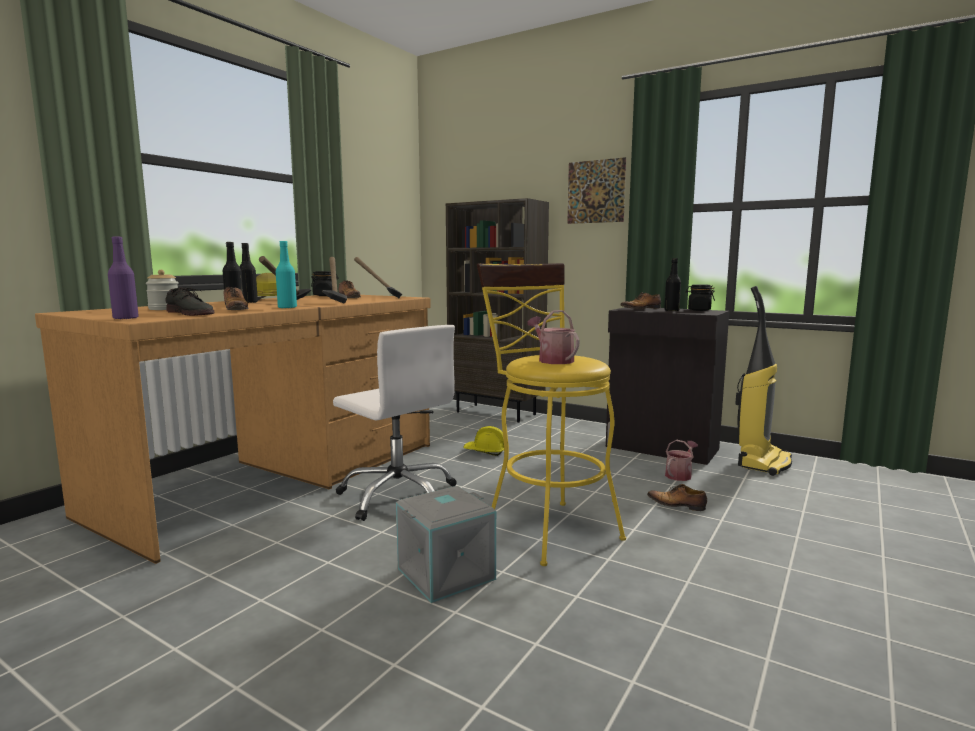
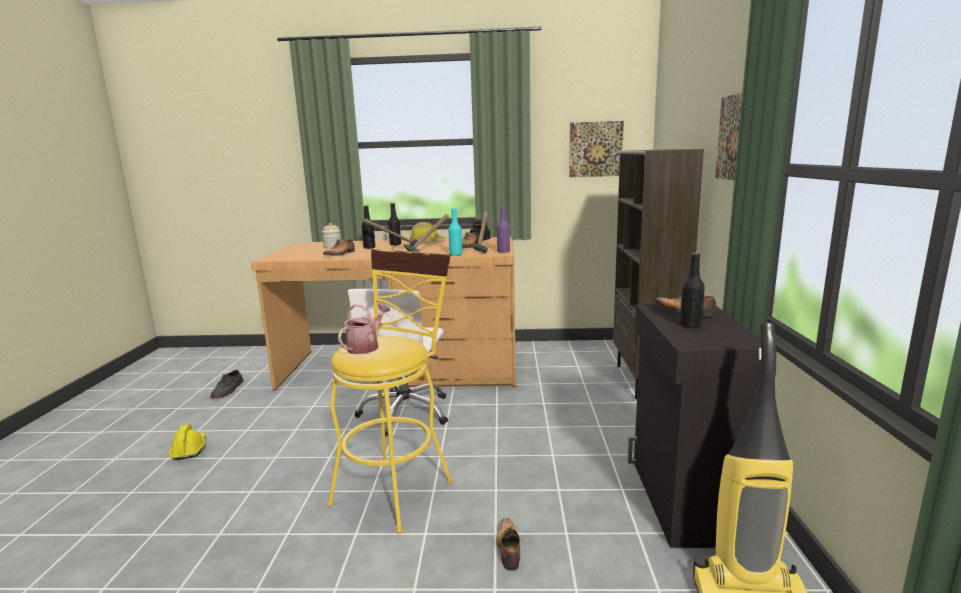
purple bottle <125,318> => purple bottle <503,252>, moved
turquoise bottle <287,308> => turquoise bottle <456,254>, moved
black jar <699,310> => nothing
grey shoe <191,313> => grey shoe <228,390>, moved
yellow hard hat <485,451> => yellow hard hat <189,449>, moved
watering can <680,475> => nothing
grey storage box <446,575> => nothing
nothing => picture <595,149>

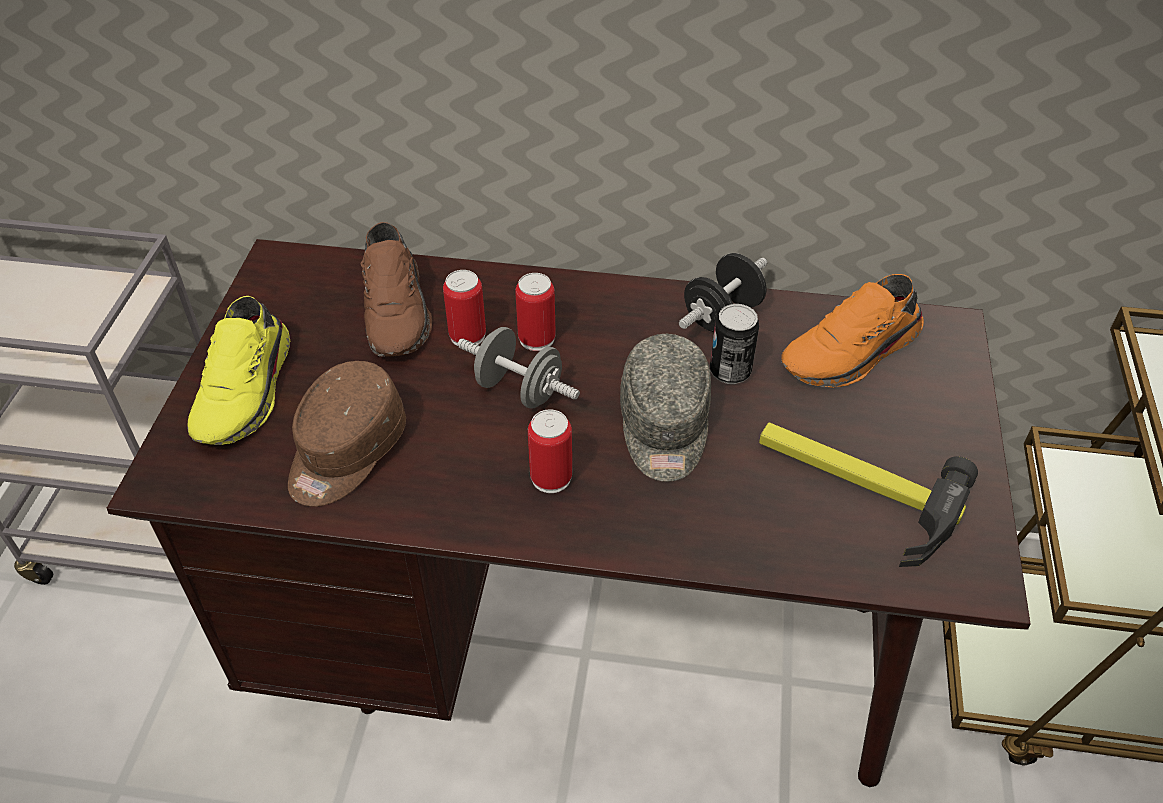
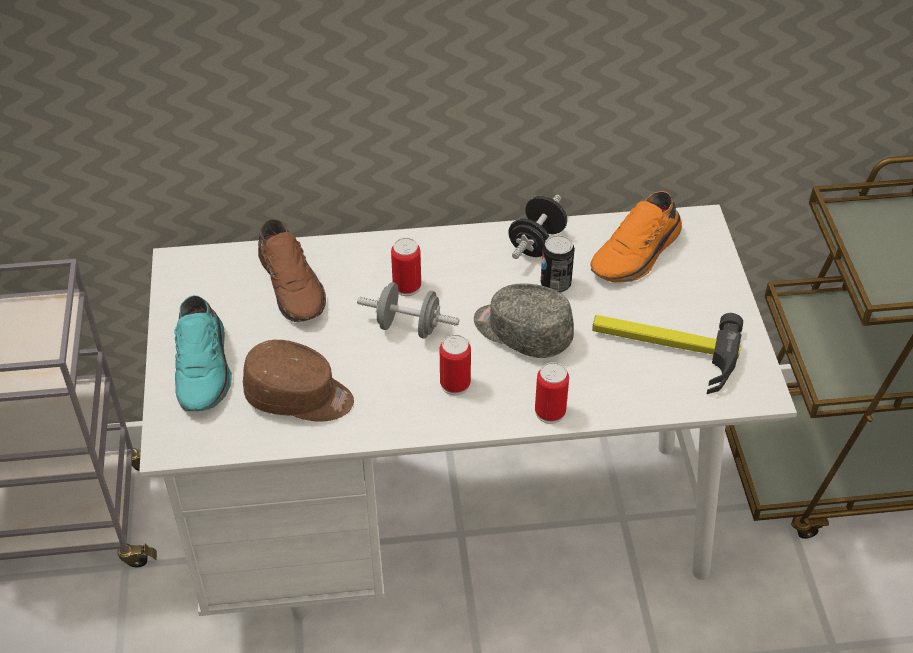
brown desk <582,647> => white desk <456,529>
can <467,335> => can <550,412>, moved
yellow shoe <248,391> => turquoise shoe <205,368>
grey cap <664,426> => grey cap <522,332>, 135 degrees clockwise
brown cap <345,452> => brown cap <299,397>, 90 degrees counterclockwise

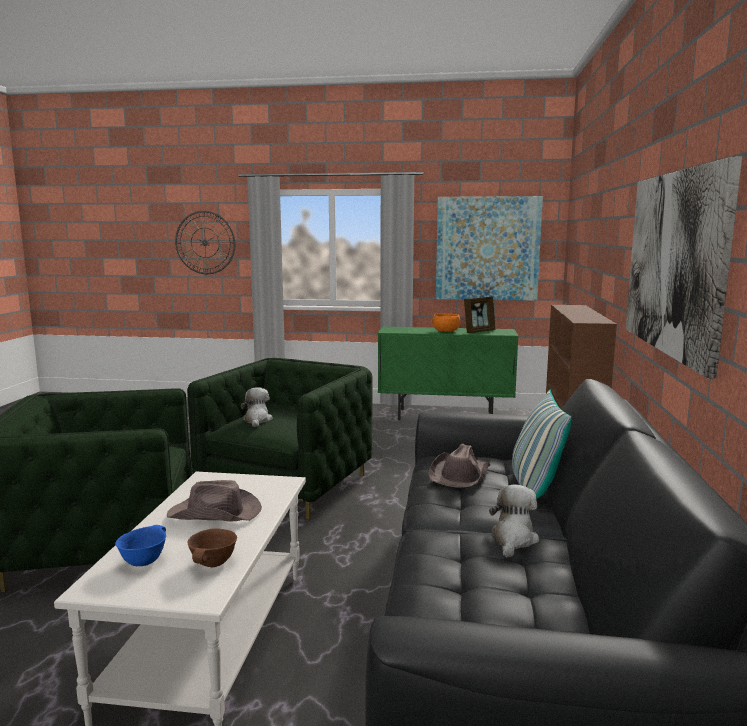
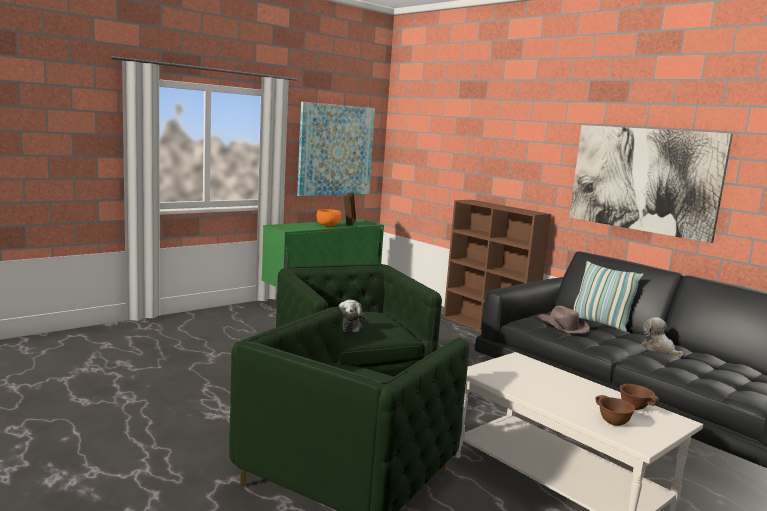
wall clock <205,242> => nothing
plush toy <257,420> => plush toy <348,326>, 135 degrees counterclockwise
brown hat <216,513> => nothing
blue bowl <143,561> => brown bowl <612,422>

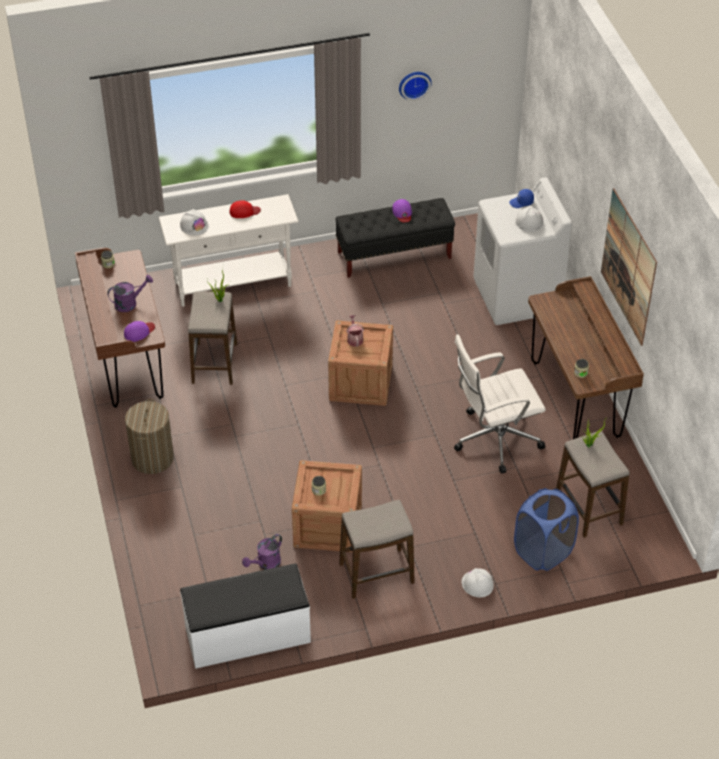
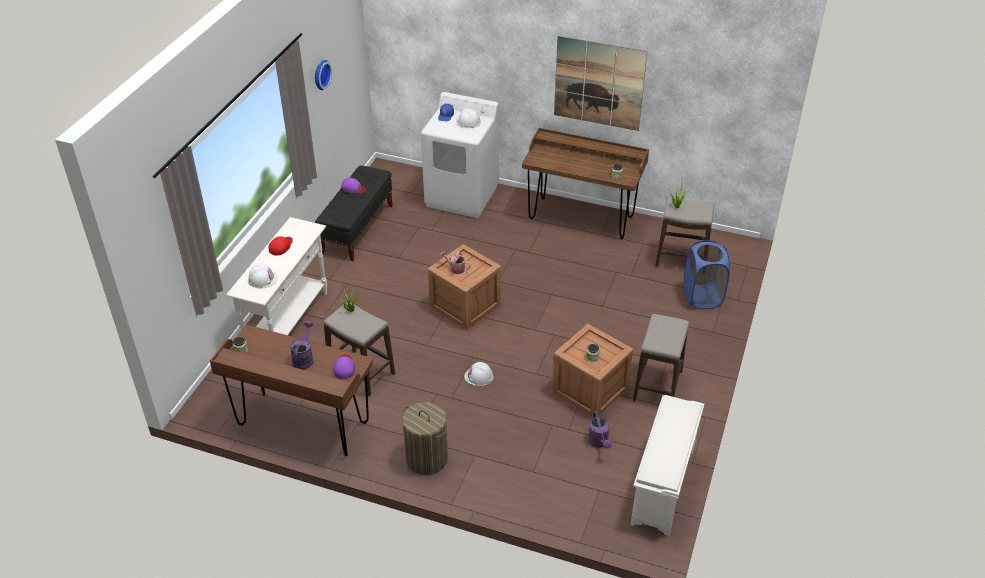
white office chair <494,439> => nothing
white bench <248,635> => white shoe rack <663,487>
white hard hat <477,584> => white hard hat <478,376>, moved

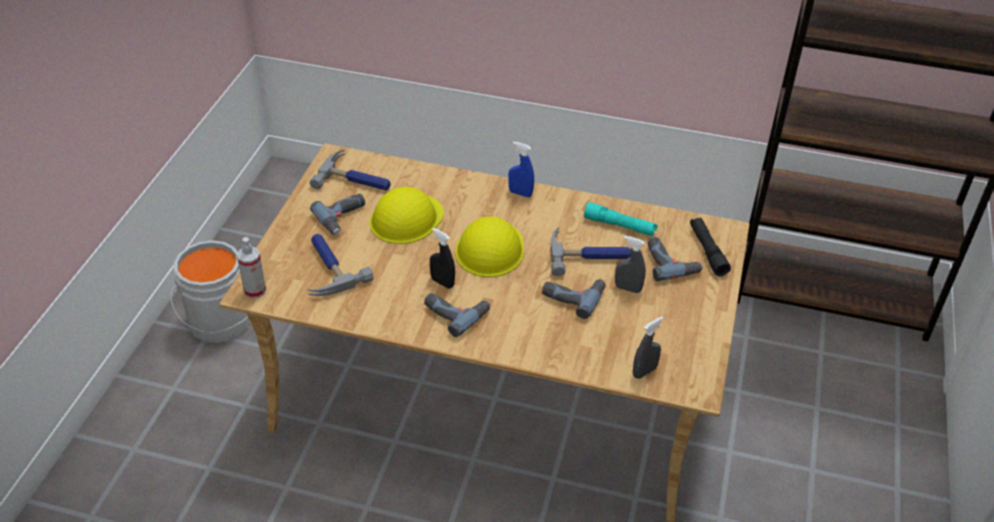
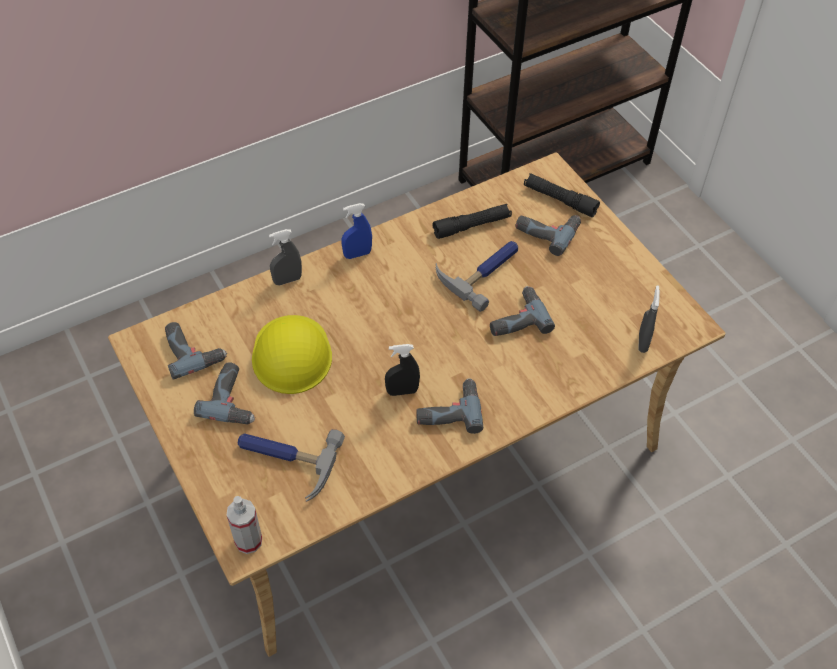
hammer <356,179> => power drill <193,350>
turquoise flashlight <619,226> => black flashlight <472,226>
yellow hard hat <490,249> => nothing
grey spray bottle <628,288> => grey spray bottle <287,280>, moved
grey bucket <221,323> => nothing

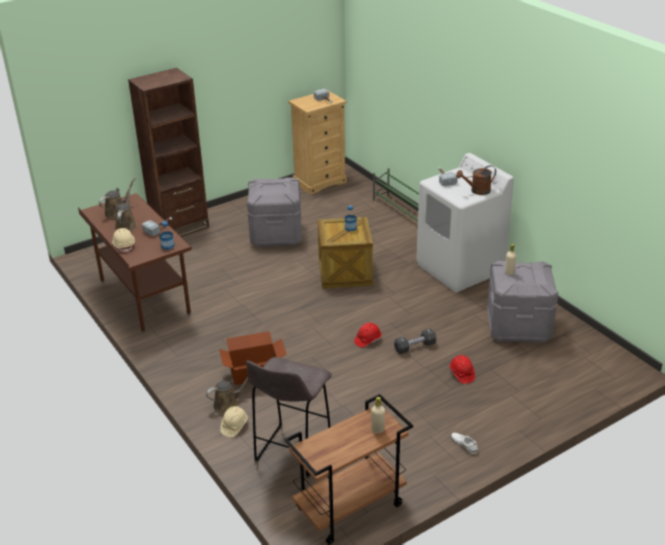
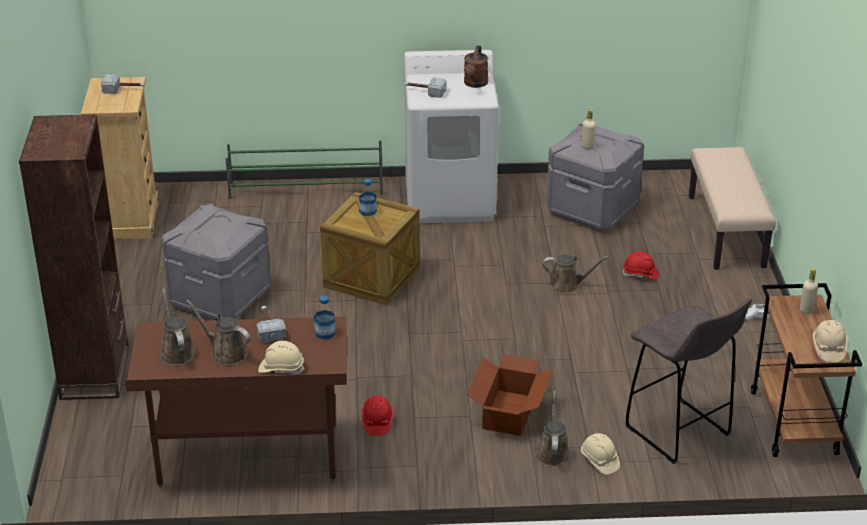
red hard hat <367,340> => red hard hat <377,422>, moved
black dumbbell <415,347> => brown watering can <567,285>
nothing => beige bench <727,232>
nothing => beige hard hat <828,348>

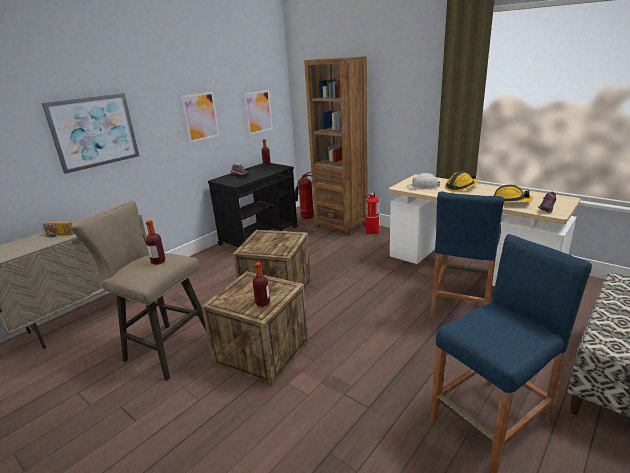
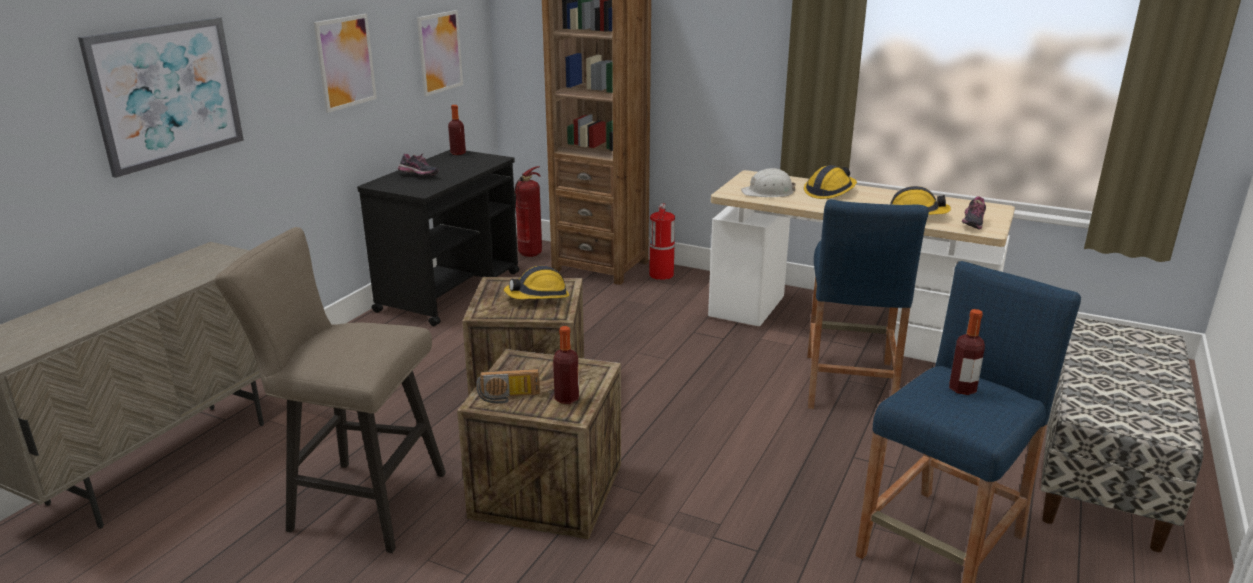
bottle <158,262> => bottle <962,389>, moved
radio <58,235> => radio <508,397>, moved
nothing => hard hat <538,297>

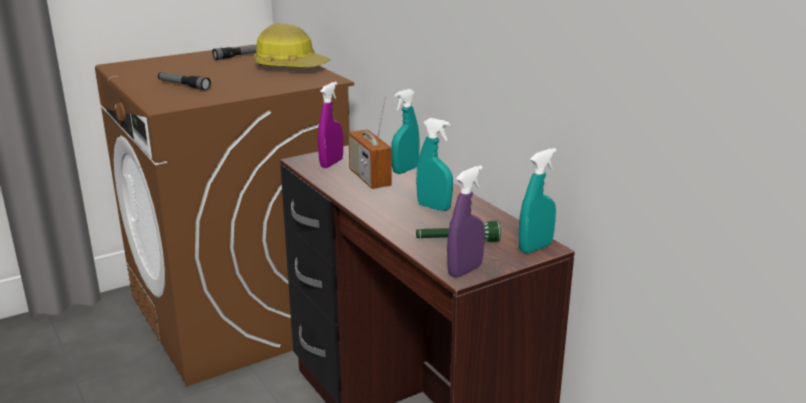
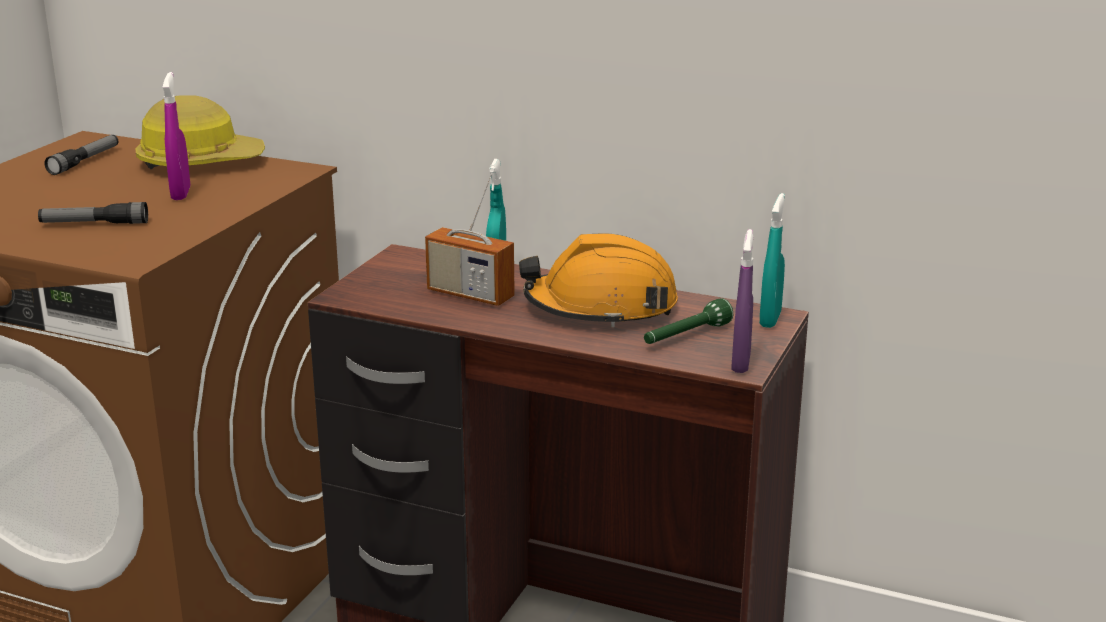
purple spray bottle <331,163> => purple spray bottle <181,194>, moved
turquoise spray bottle <434,207> => orange hard hat <601,307>

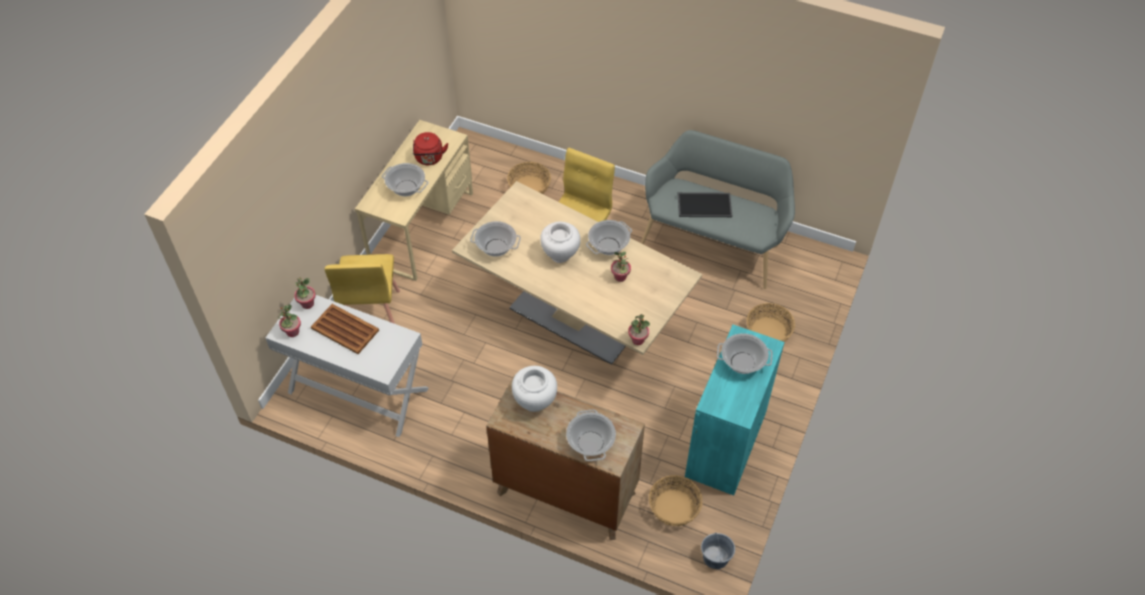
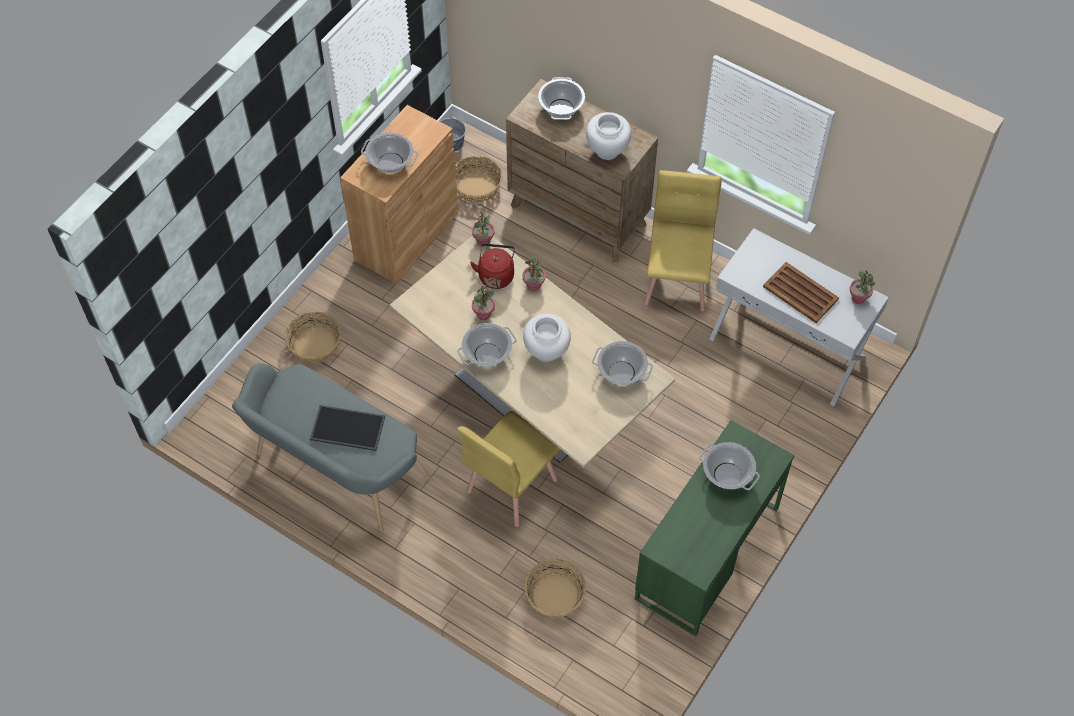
beige desk <422,227> => green desk <706,553>
red kettle <429,159> => red kettle <496,275>, moved
yellow chair <371,312> => yellow chair <677,281>, moved
potted plant <307,304> => potted plant <534,285>, moved
turquoise cabinet <726,444> => brown cabinet <406,236>

